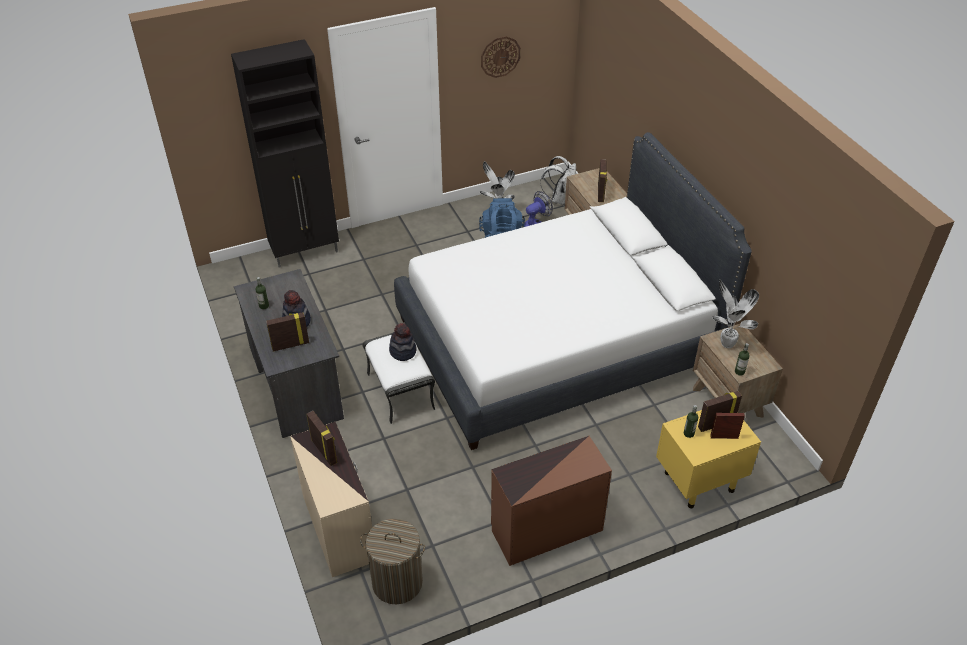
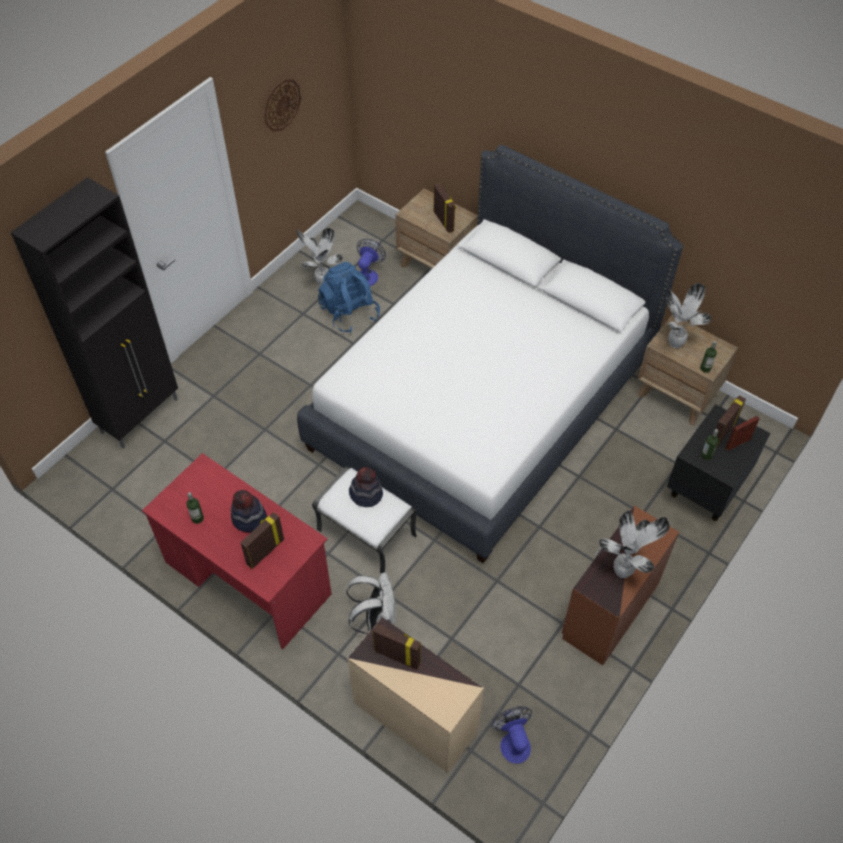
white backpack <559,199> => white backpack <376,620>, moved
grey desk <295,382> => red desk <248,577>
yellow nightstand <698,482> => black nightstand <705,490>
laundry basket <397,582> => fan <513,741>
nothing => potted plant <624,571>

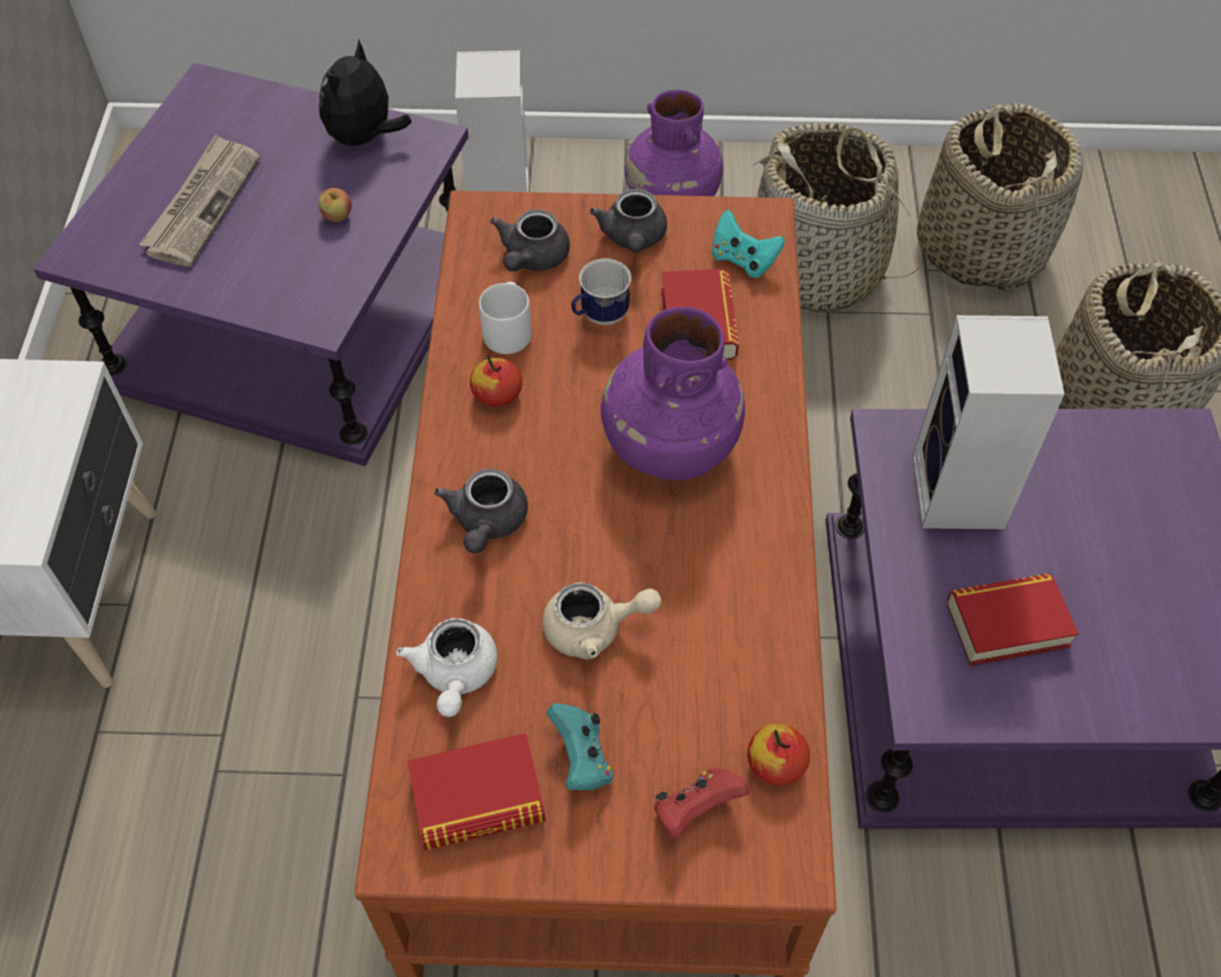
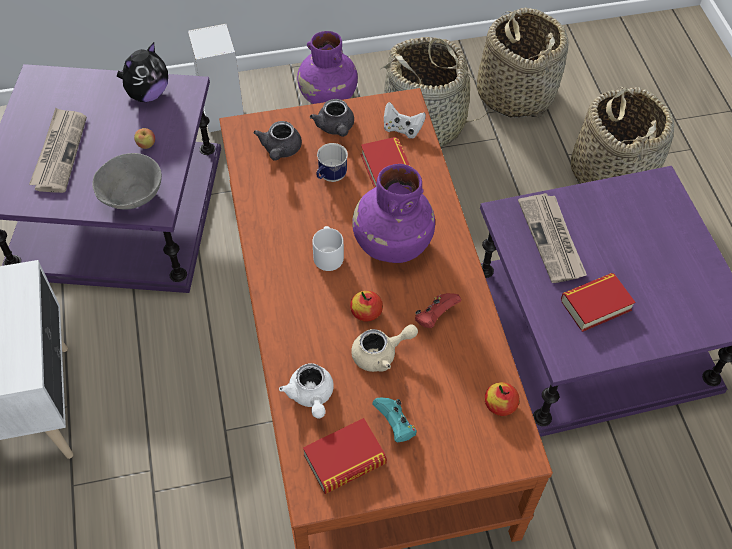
plush toy <364,138> => plush toy <147,94>, 150 degrees counterclockwise
turquoise game controller <743,260> => white game controller <402,129>
white mug <508,331> => white mug <328,255>, moved
speaker <960,495> => newspaper <552,239>
apple <497,394> => apple <366,312>, moved
grey teapot <487,523> => nothing
red game controller <695,809> => red game controller <435,317>, moved
nothing => grey bowl <132,196>

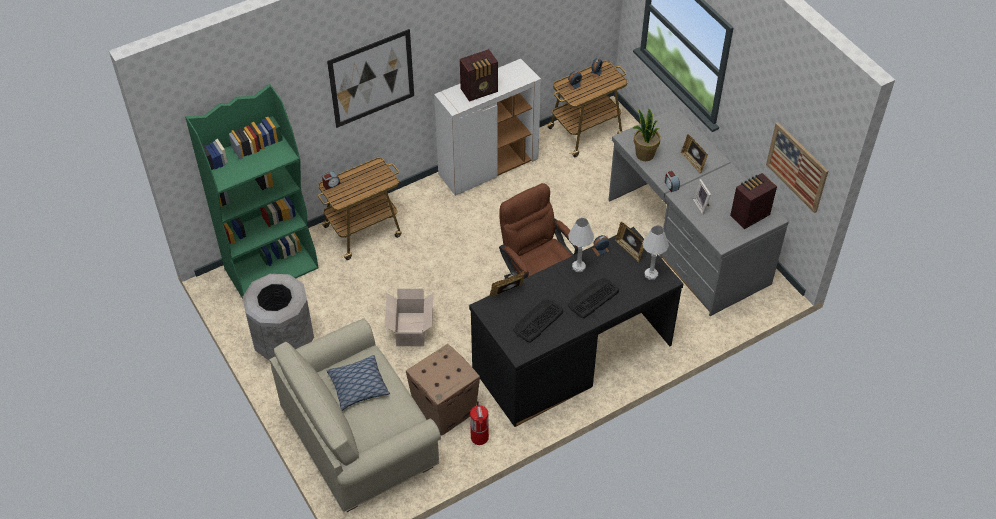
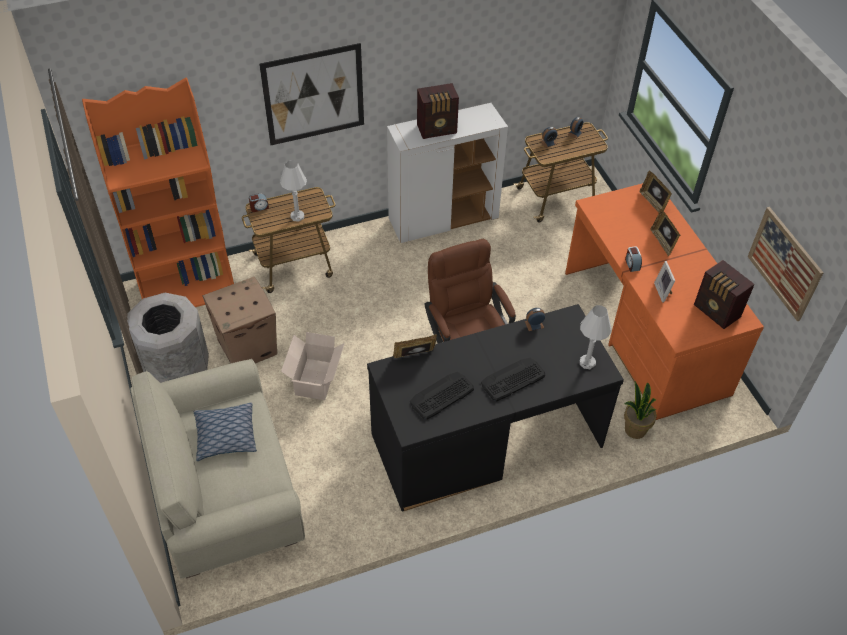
green bookcase <272,268> => orange bookcase <188,288>
grey desk <686,242> => orange desk <643,332>
potted plant <644,154> => potted plant <634,429>, moved
radio <748,215> => radio <717,312>, 105 degrees counterclockwise
white table lamp <578,267> => white table lamp <297,216>, moved
picture frame <629,249> => picture frame <653,202>, moved
cardboard box <445,409> => cardboard box <248,346>, moved
fire extinguisher <479,437> => nothing

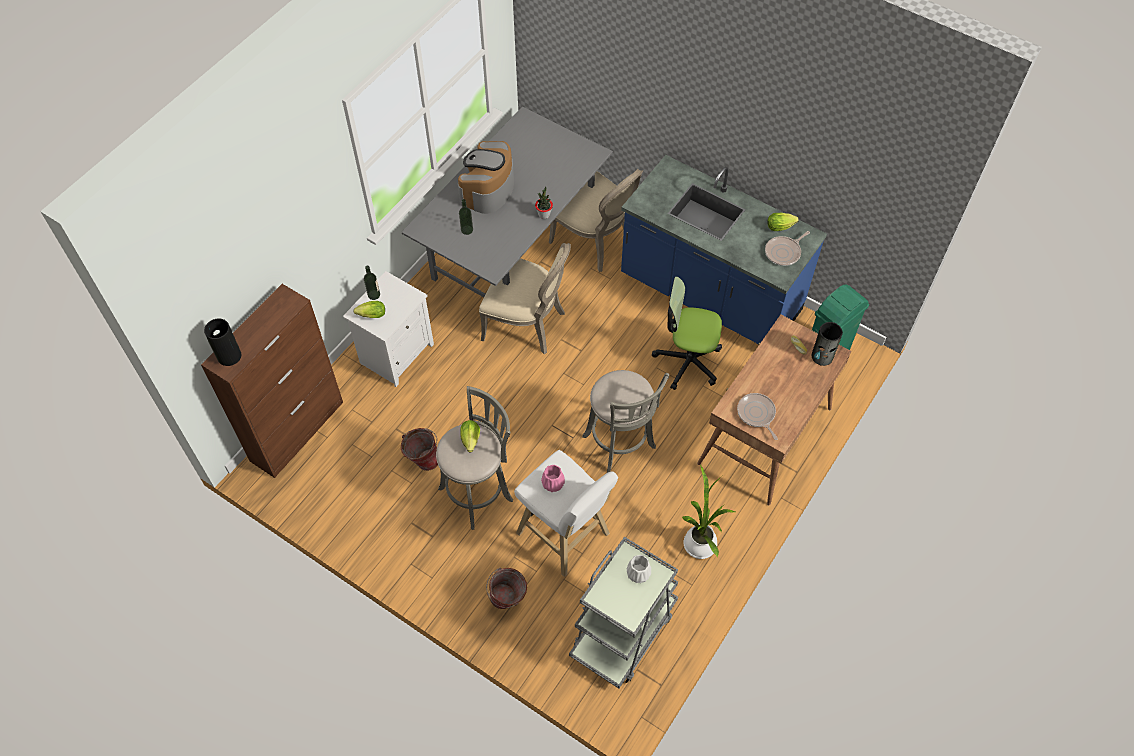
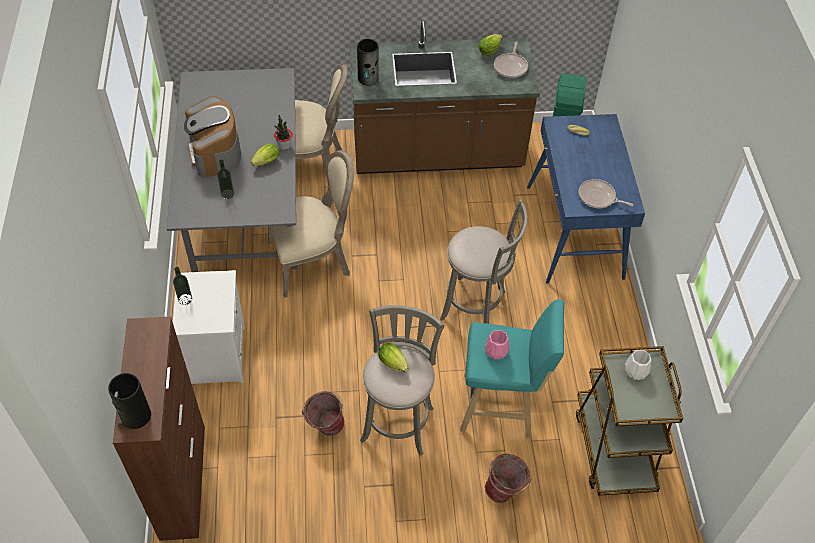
blue counter <710,295> => brown counter <437,154>
office chair <687,361> => nothing
lettuce <370,315> => lettuce <265,163>, moved
brown desk <765,437> => blue desk <575,232>
vase <822,356> => vase <368,78>, moved
white stool <565,536> => turquoise stool <501,406>
potted plant <699,541> => nothing
grey cart <623,632> => brown cart <614,448>

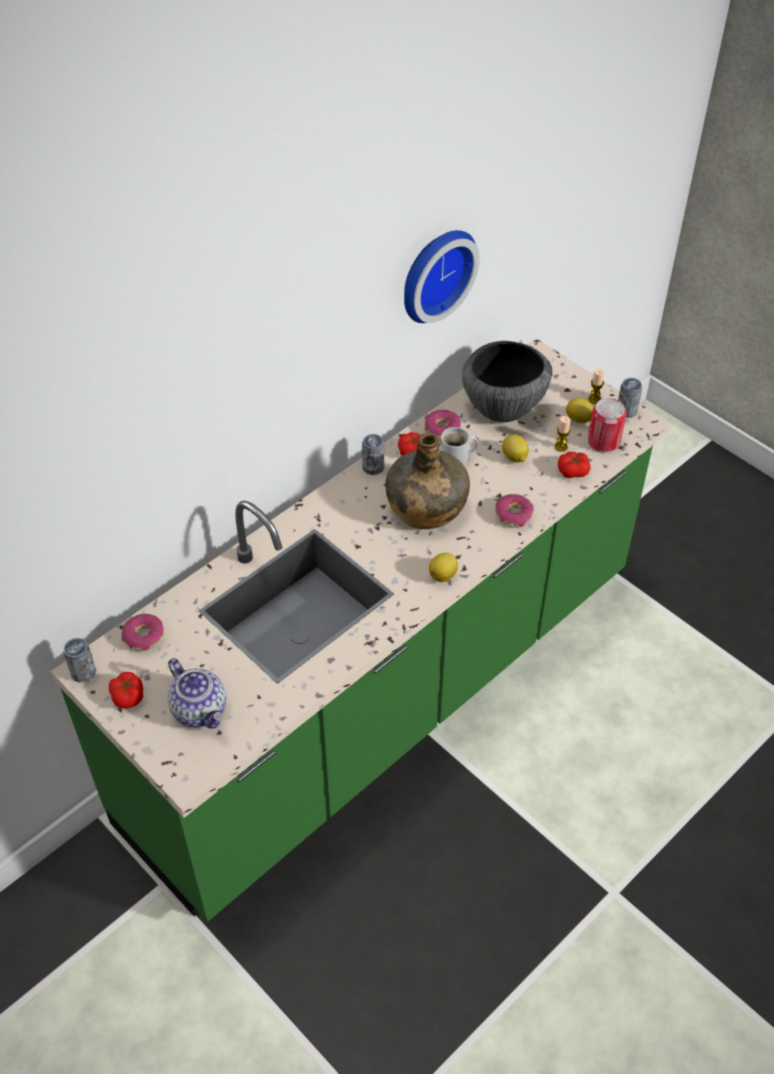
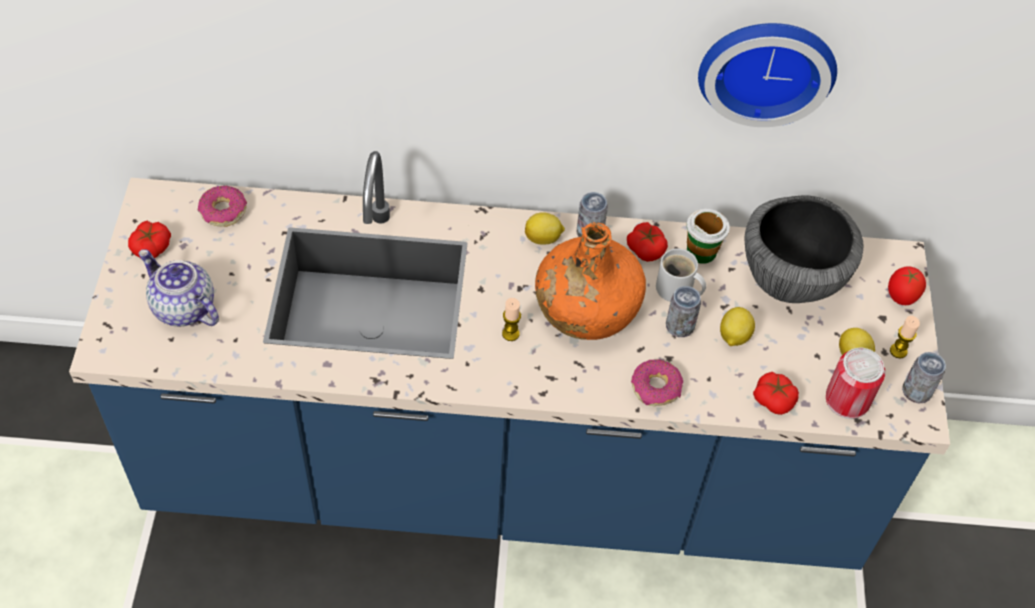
green counter <387,698> => blue counter <505,478>
donut <442,429> => cup <701,251>
candle <561,447> => candle <510,333>, moved
green bottle <425,507> => orange bottle <586,308>
lemon <443,575> => lemon <543,239>, moved
can <83,672> => can <679,326>, moved
teapot <200,709> => teapot <183,308>, 120 degrees clockwise
nothing => tomato <900,298>

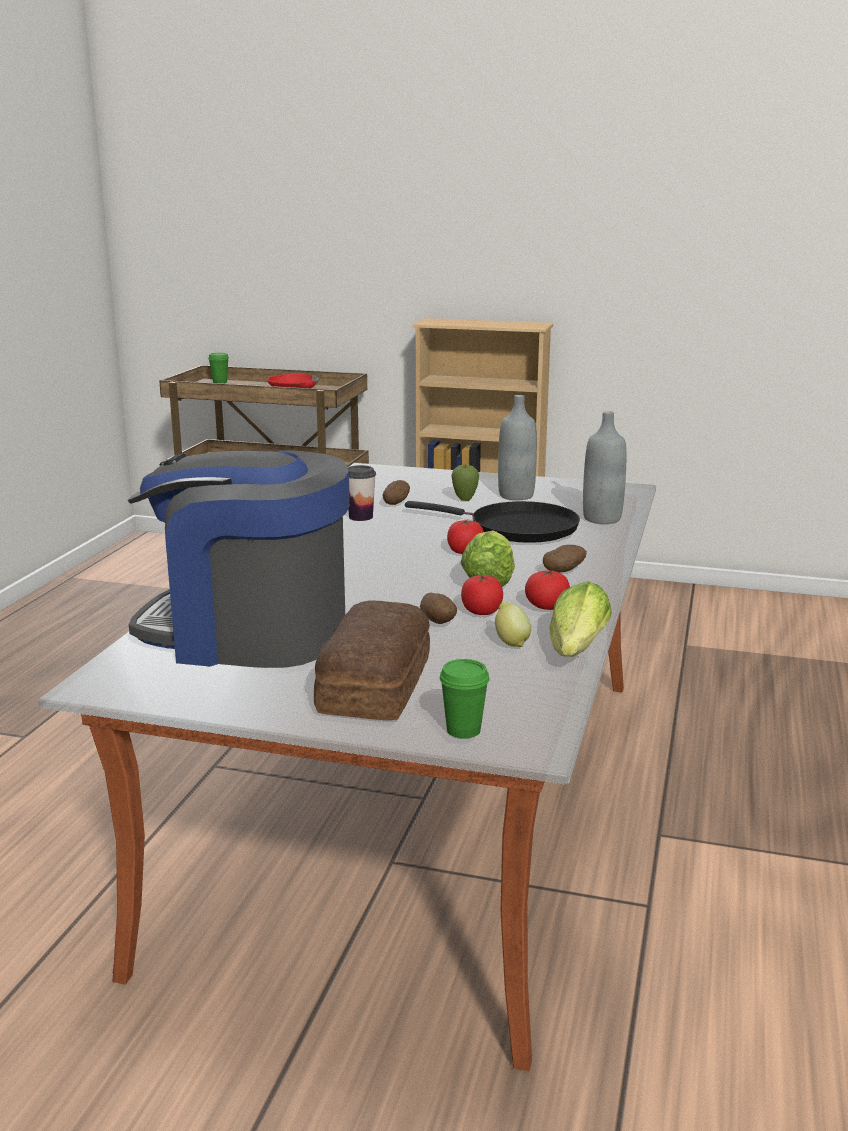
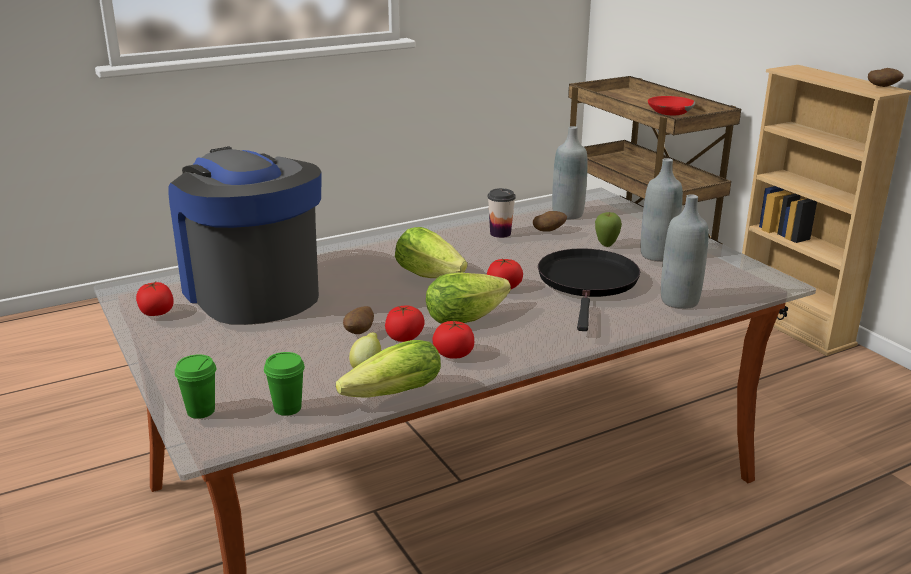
green cup <220,382> => green cup <287,408>, moved
black frying pan <516,528> => black frying pan <588,283>, 150 degrees counterclockwise
potato <563,571> => potato <883,87>, moved
bread <371,685> => nothing
nothing => grey bottle <567,214>
nothing => lettuce <432,275>
nothing => tomato <156,313>

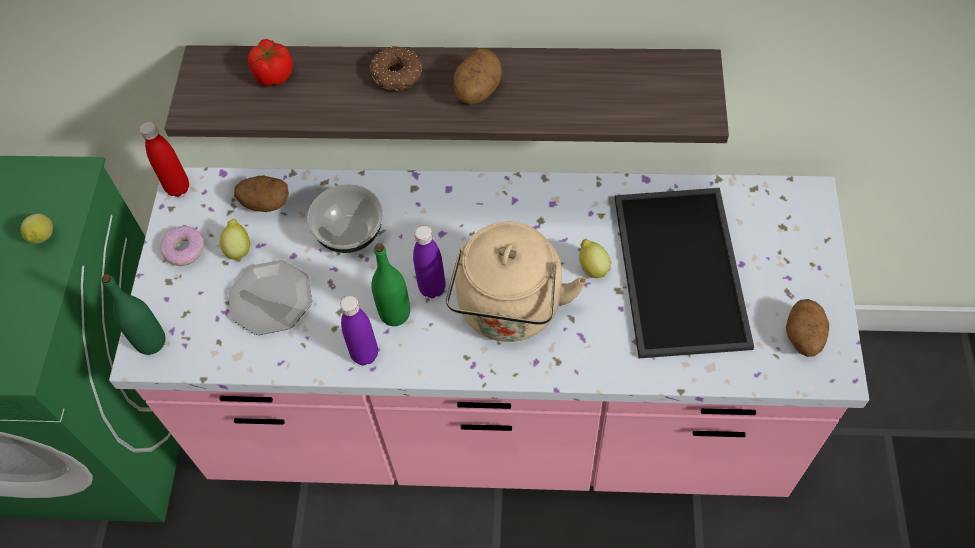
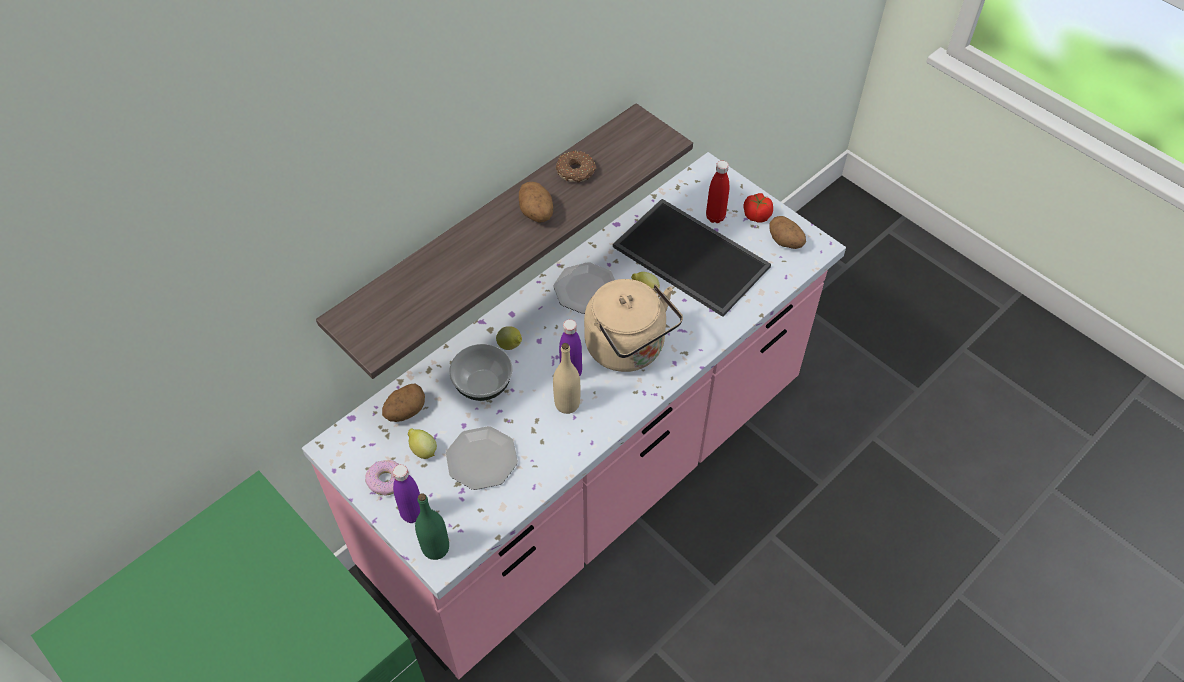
tomato <274,74> => tomato <756,215>, moved
donut <397,75> => donut <576,172>, moved
red bottle <178,188> => red bottle <715,217>, moved
lemon <43,239> => lemon <510,346>, moved
green bottle <395,313> => beige bottle <567,404>
purple bottle <365,354> => purple bottle <412,514>, moved
nothing => plate <586,289>

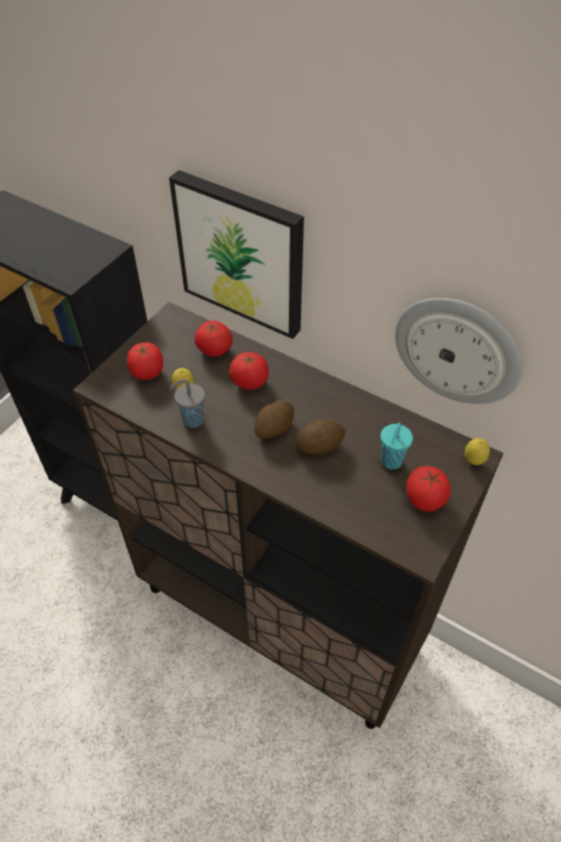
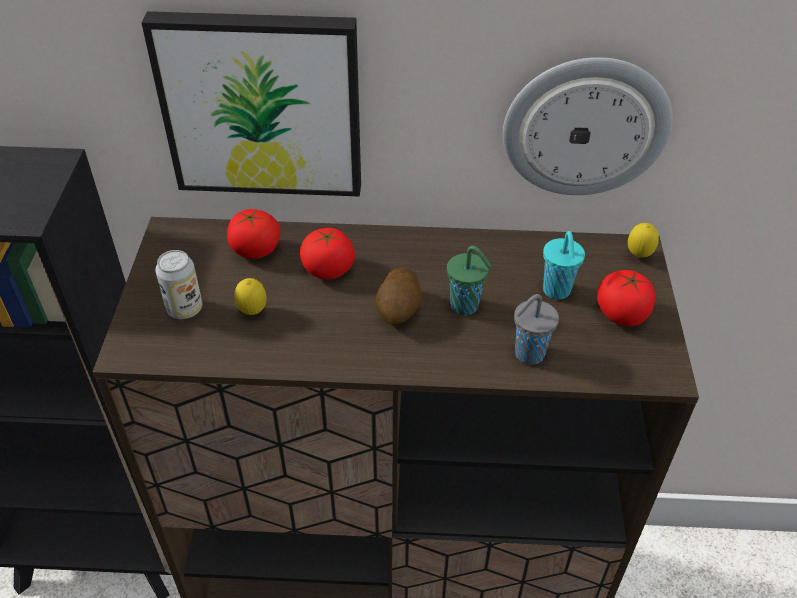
tomato <147,372> => can <185,309>
grey cup <191,420> => grey cup <527,355>, moved
potato <319,445> => green cup <466,306>

